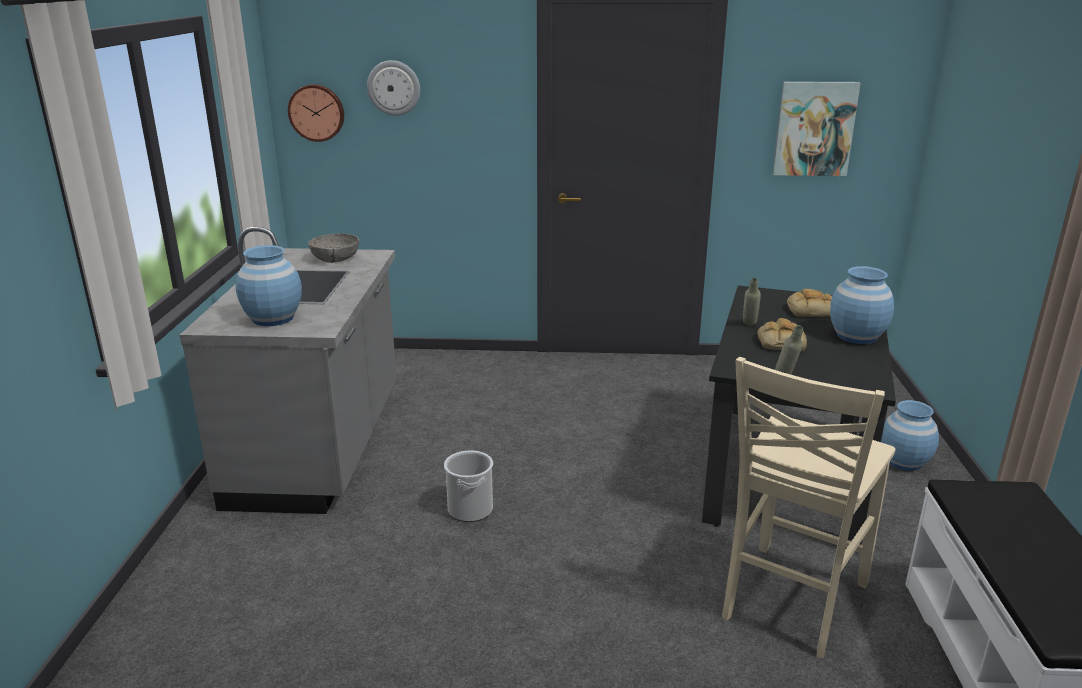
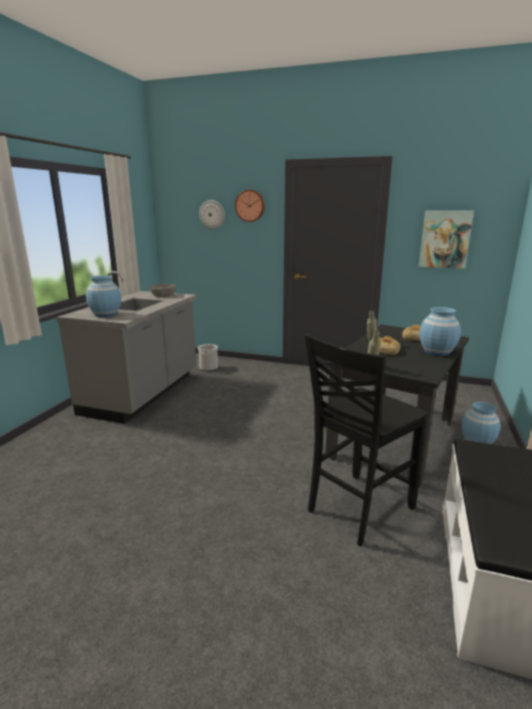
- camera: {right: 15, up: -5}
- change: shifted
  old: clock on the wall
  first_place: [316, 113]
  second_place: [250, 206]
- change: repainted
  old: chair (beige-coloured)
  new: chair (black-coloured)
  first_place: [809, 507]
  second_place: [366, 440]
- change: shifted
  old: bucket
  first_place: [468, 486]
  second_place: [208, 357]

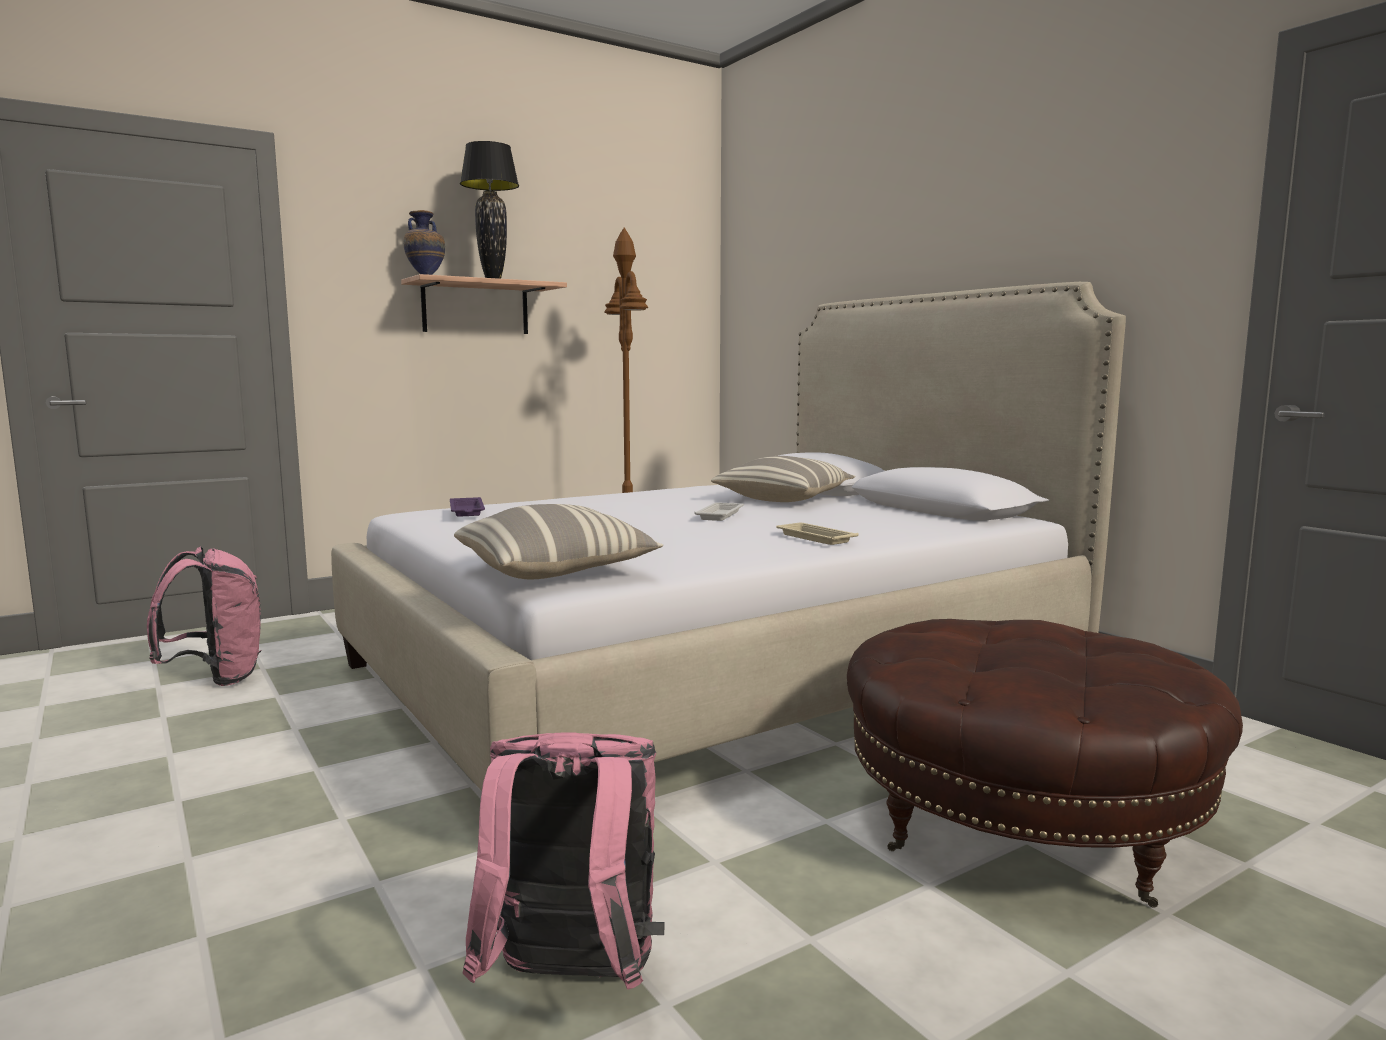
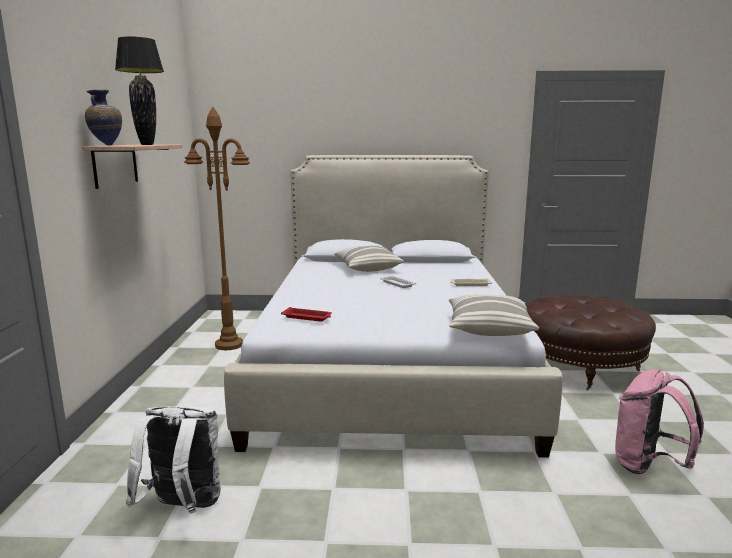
- camera: {right: -55, up: 5}
- change: repainted
  old: serving tray (purple)
  new: serving tray (reddish)
  first_place: [467, 507]
  second_place: [306, 314]
- change: repainted
  old: rucksack (pink)
  new: rucksack (white-coloured)
  first_place: [204, 616]
  second_place: [173, 460]

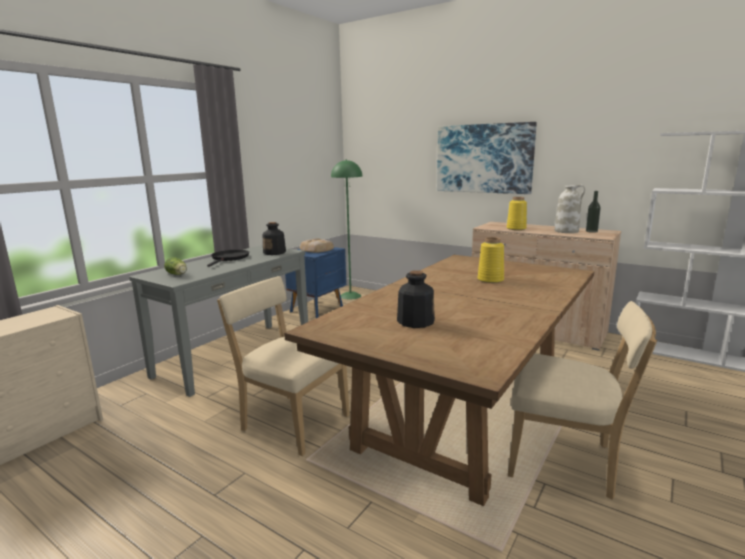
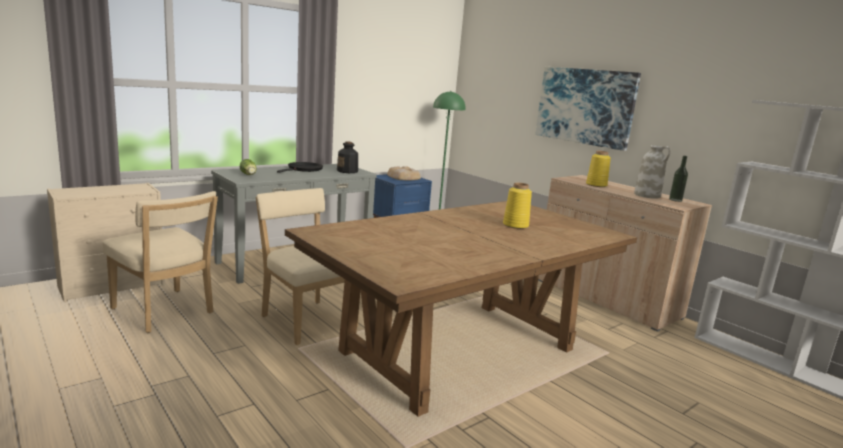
- camera: {right: 15, up: 0}
- change: gone
  old: bottle
  first_place: [416, 299]
- change: shifted
  old: chair (beige-coloured)
  first_place: [582, 400]
  second_place: [160, 262]

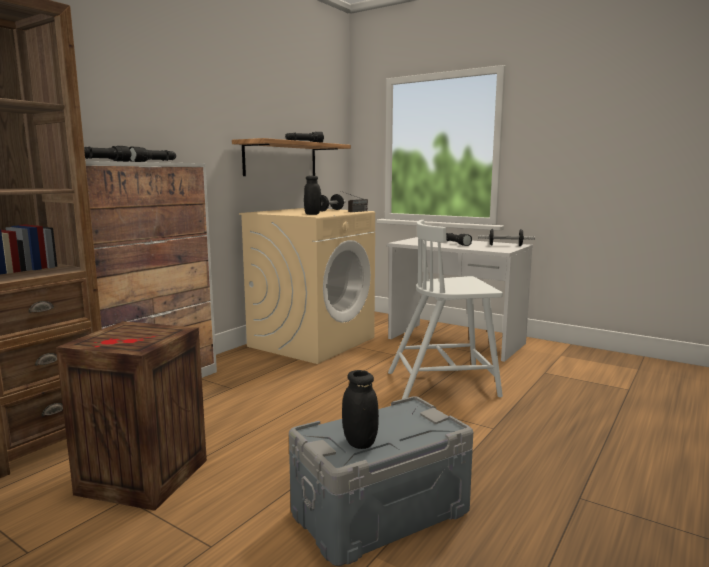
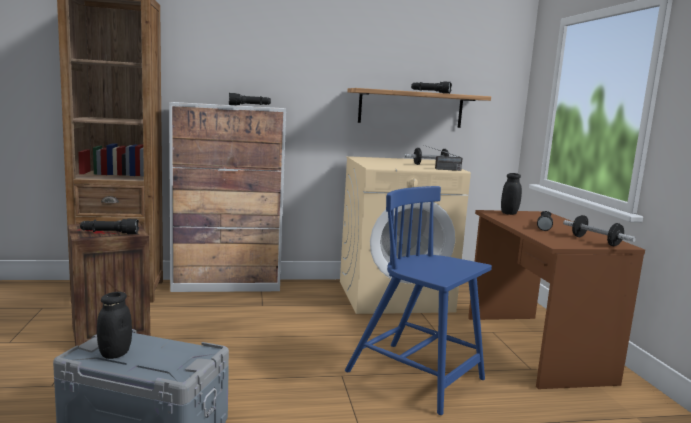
- camera: {right: 45, up: 0}
- change: shifted
  old: hand torch (black-coloured)
  first_place: [108, 154]
  second_place: [109, 226]
- change: shifted
  old: storage jar (black-coloured)
  first_place: [312, 195]
  second_place: [511, 194]
- change: repainted
  old: chair (white-coloured)
  new: chair (blue)
  first_place: [445, 309]
  second_place: [418, 300]
- change: repainted
  old: desk table (white-coloured)
  new: desk table (brownish)
  first_place: [460, 299]
  second_place: [556, 299]

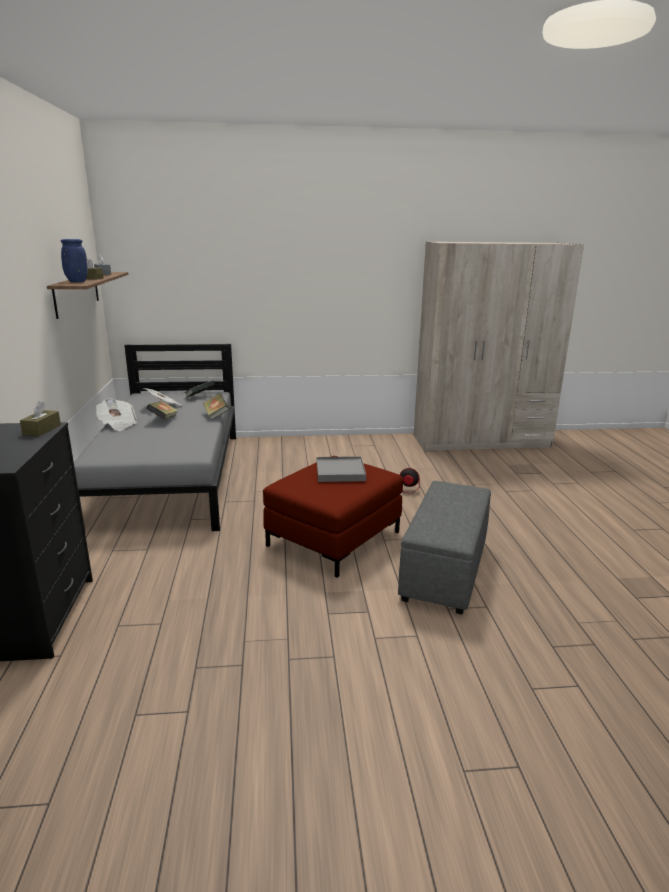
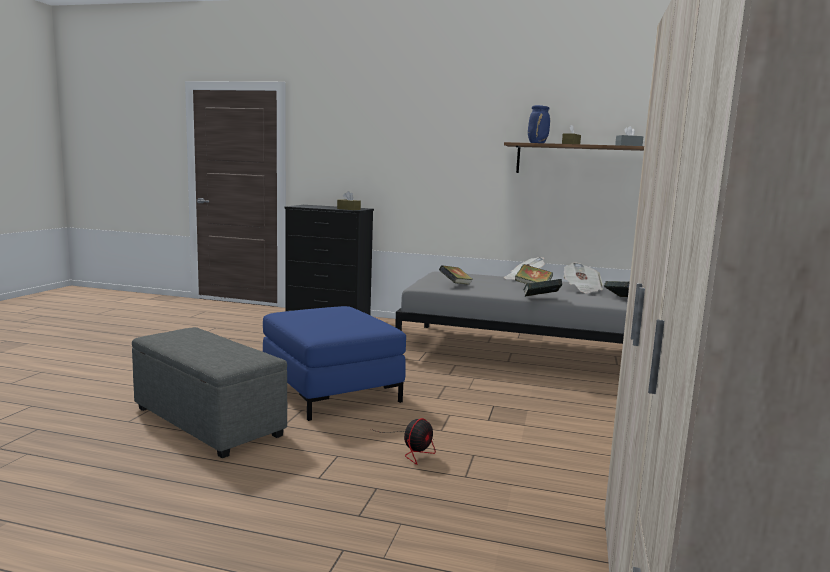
- camera: {right: 110, up: -10}
- change: repainted
  old: pouffe (reddish)
  new: pouffe (blue)
  first_place: [333, 517]
  second_place: [334, 363]
- change: gone
  old: serving tray (grey)
  first_place: [341, 469]
- change: new
  new: bound book
  second_place: [456, 275]

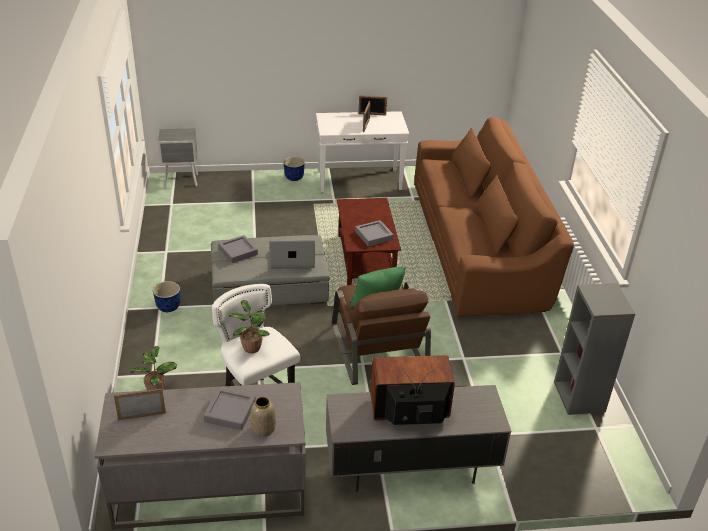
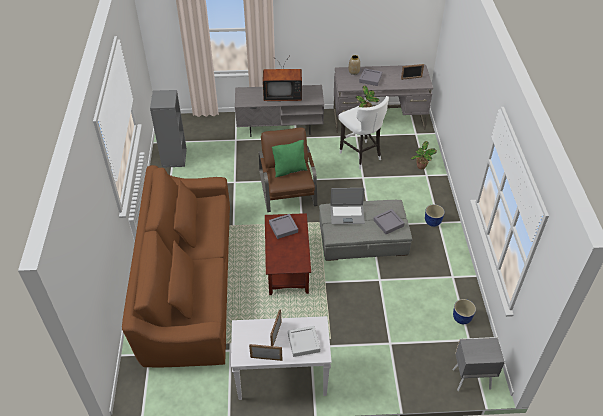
- camera: {right: -175, up: 10}
- change: shifted
  old: plant pot
  first_place: [294, 169]
  second_place: [464, 311]
- change: new
  new: serving tray (grey)
  second_place: [304, 341]

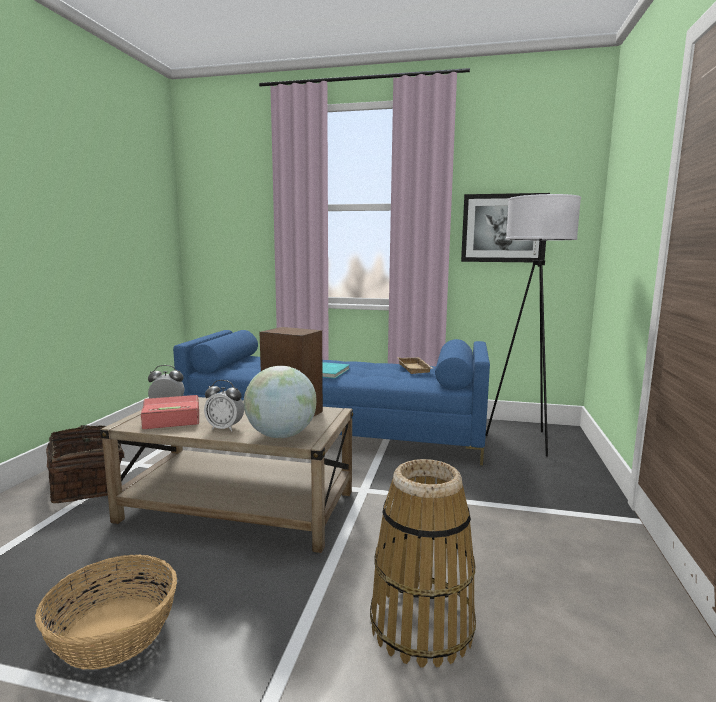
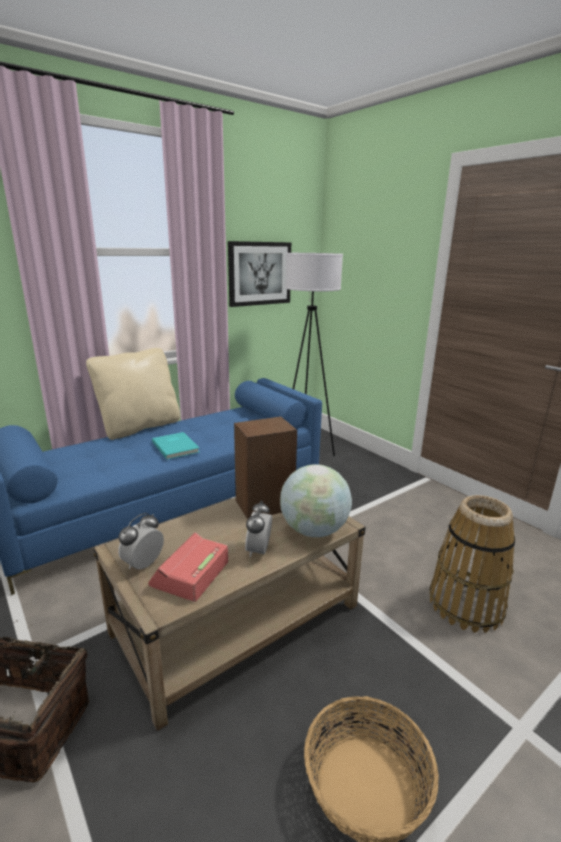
- camera: {right: -50, up: 10}
- change: gone
  old: serving tray (beige-coloured)
  first_place: [415, 365]
- change: rotated
  old: table clock
  first_place: [224, 406]
  second_place: [258, 529]
  degrees: 135
- change: new
  new: throw pillow (beige-coloured)
  second_place: [133, 394]

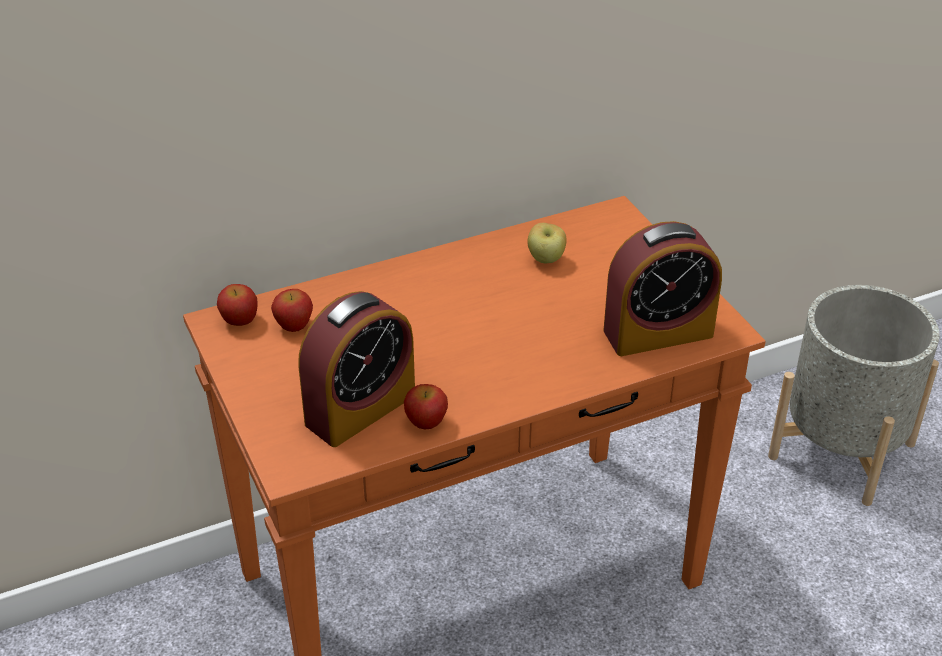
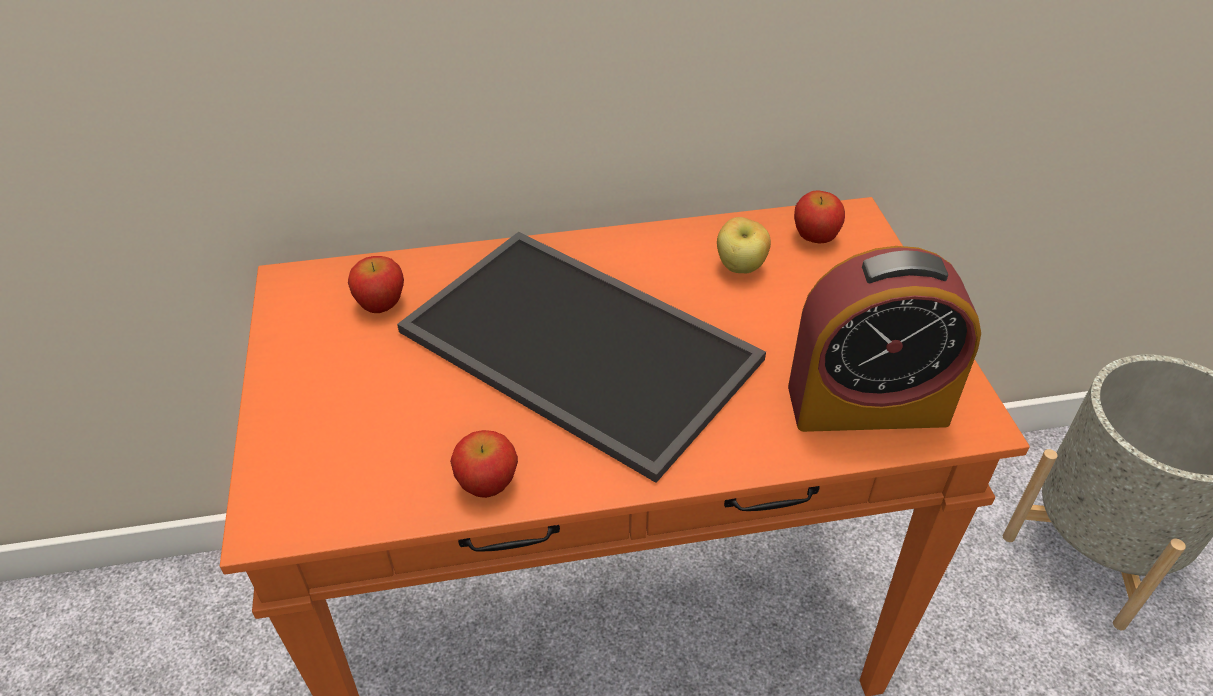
- camera: {right: 15, up: 5}
- change: shifted
  old: apple fruit
  first_place: [237, 305]
  second_place: [819, 216]
- change: gone
  old: table clock
  first_place: [356, 369]
- change: new
  new: serving tray
  second_place: [581, 357]

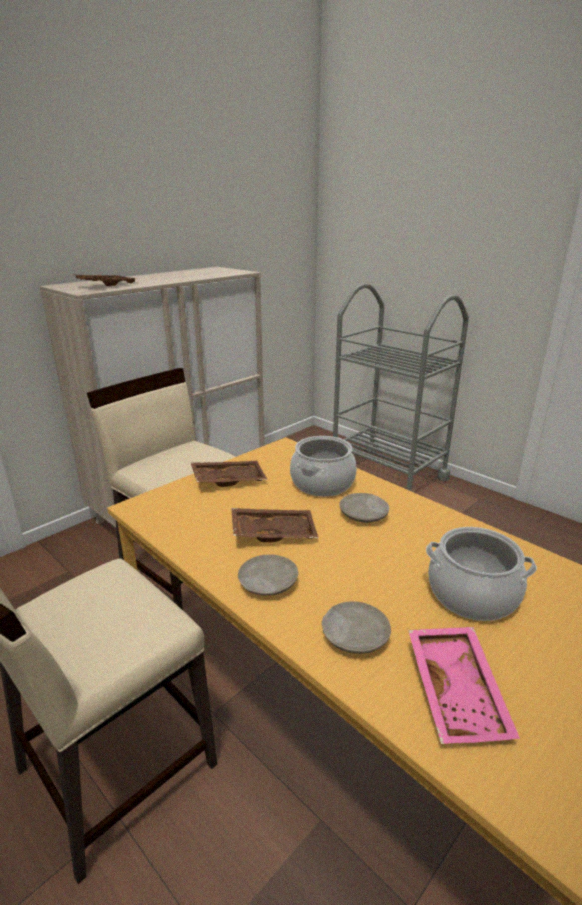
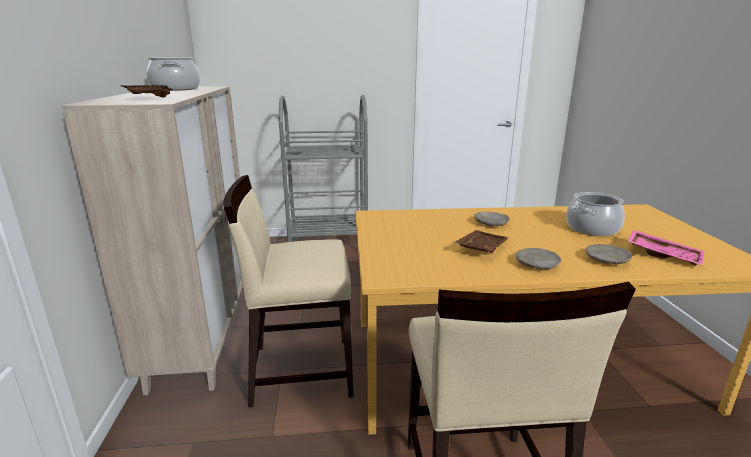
- camera: {right: -50, up: -5}
- change: shifted
  old: saucepot
  first_place: [323, 466]
  second_place: [173, 74]
- change: gone
  old: serving tray (brownish)
  first_place: [229, 474]

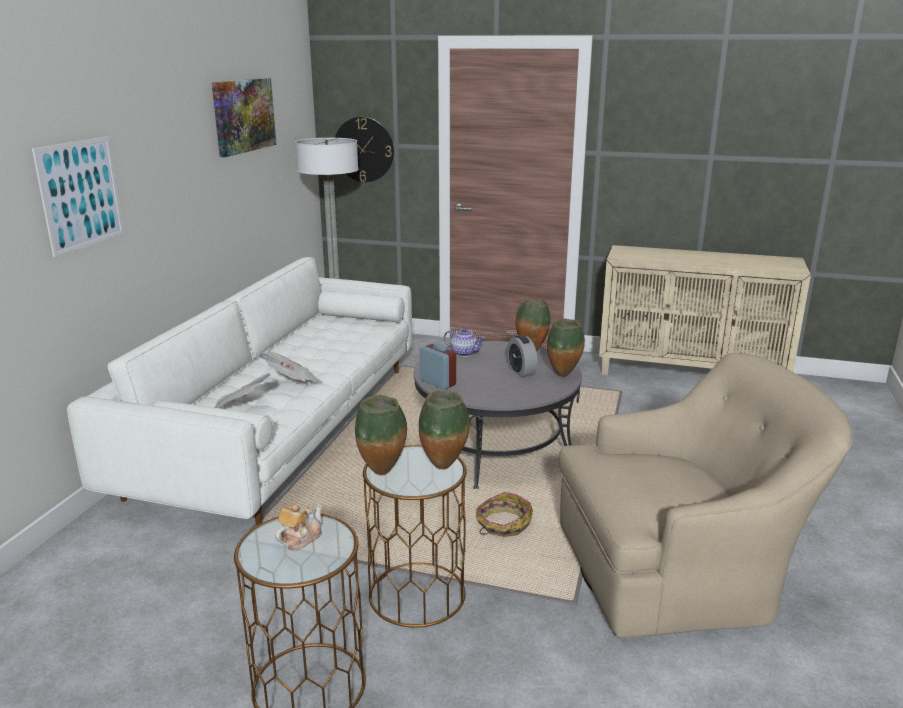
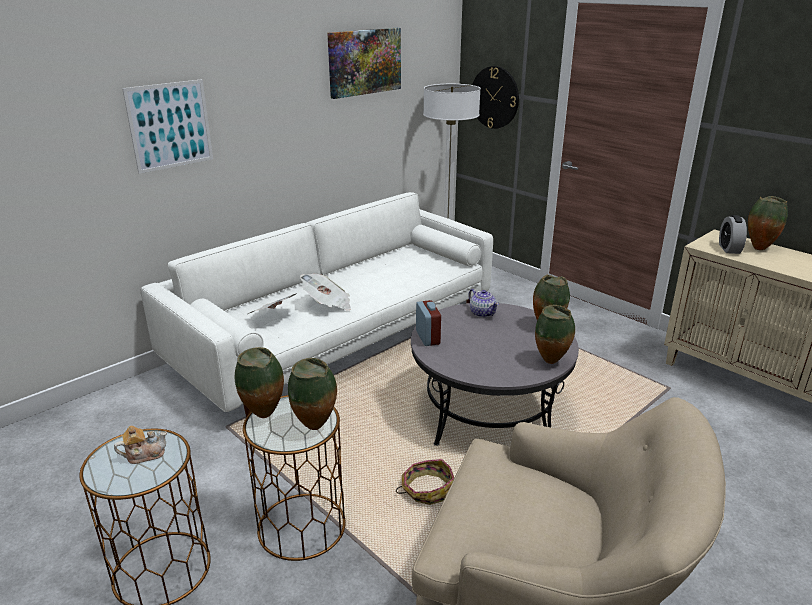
- camera: {right: 30, up: 5}
- change: shifted
  old: table clock
  first_place: [522, 356]
  second_place: [733, 234]
- change: new
  new: decorative vase
  second_place: [768, 223]

